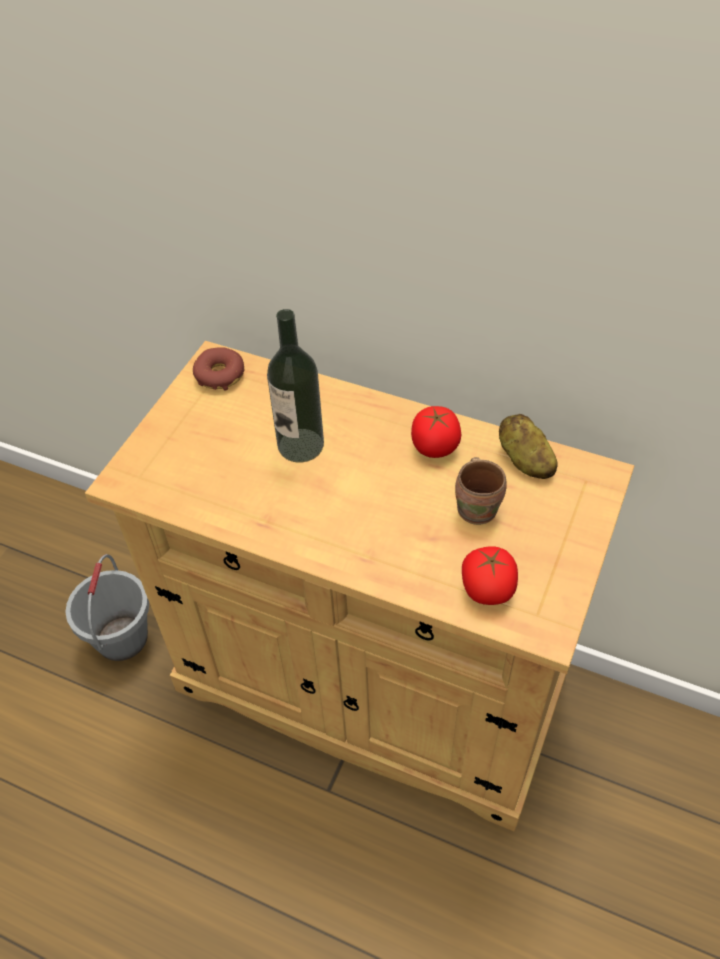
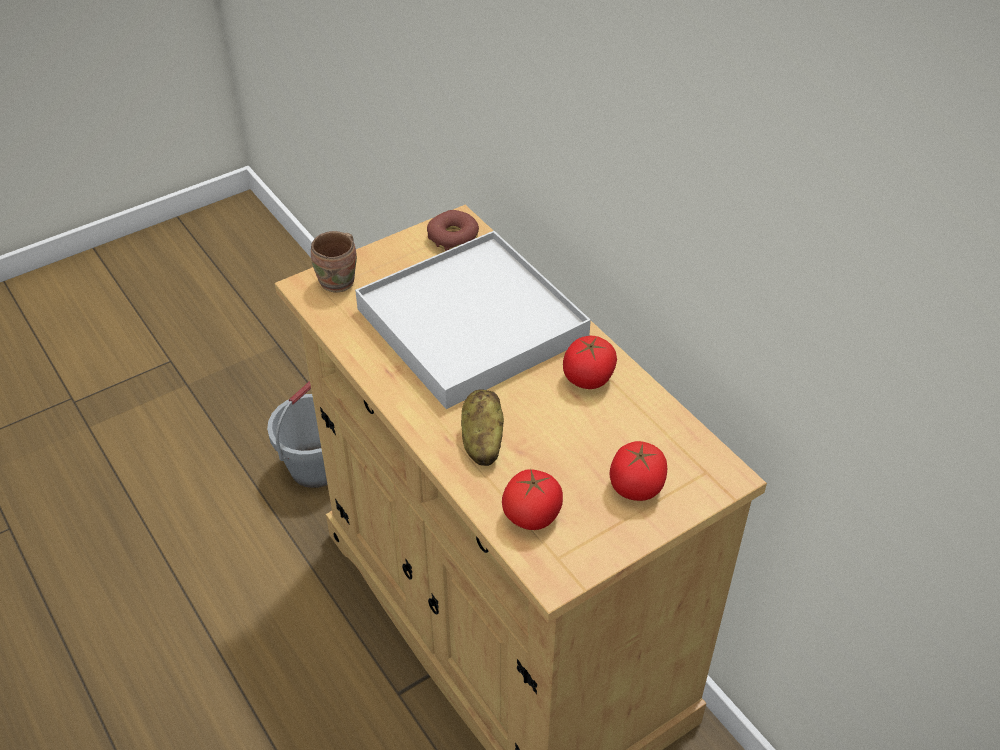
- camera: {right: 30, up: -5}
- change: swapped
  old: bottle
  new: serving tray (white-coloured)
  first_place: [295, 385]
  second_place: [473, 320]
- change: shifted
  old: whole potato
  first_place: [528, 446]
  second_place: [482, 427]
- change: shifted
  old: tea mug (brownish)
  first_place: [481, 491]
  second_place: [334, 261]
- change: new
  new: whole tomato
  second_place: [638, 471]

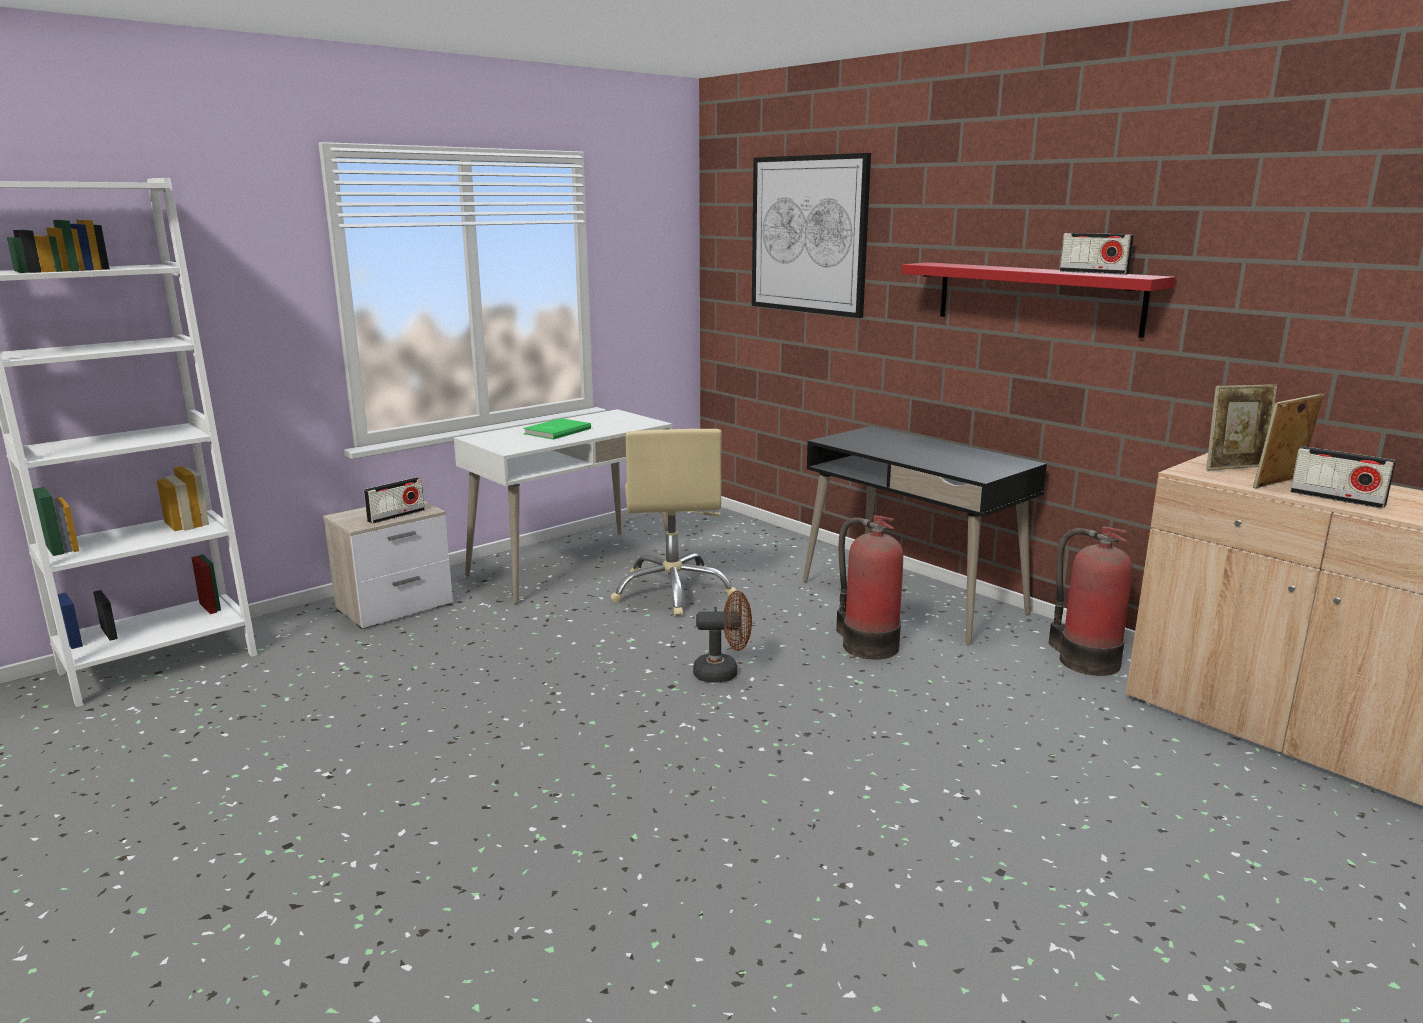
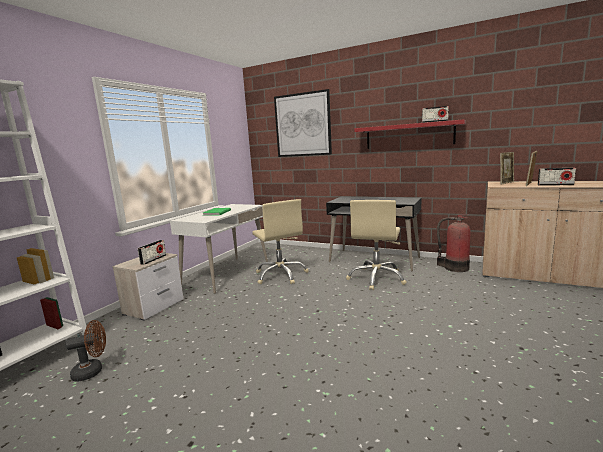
- camera: {right: -20, up: -5}
- change: swapped
  old: fire-fighting cylinder
  new: computer chair (beige-coloured)
  first_place: [869, 587]
  second_place: [376, 245]
- change: shifted
  old: cooling fan (brownish)
  first_place: [722, 637]
  second_place: [85, 351]

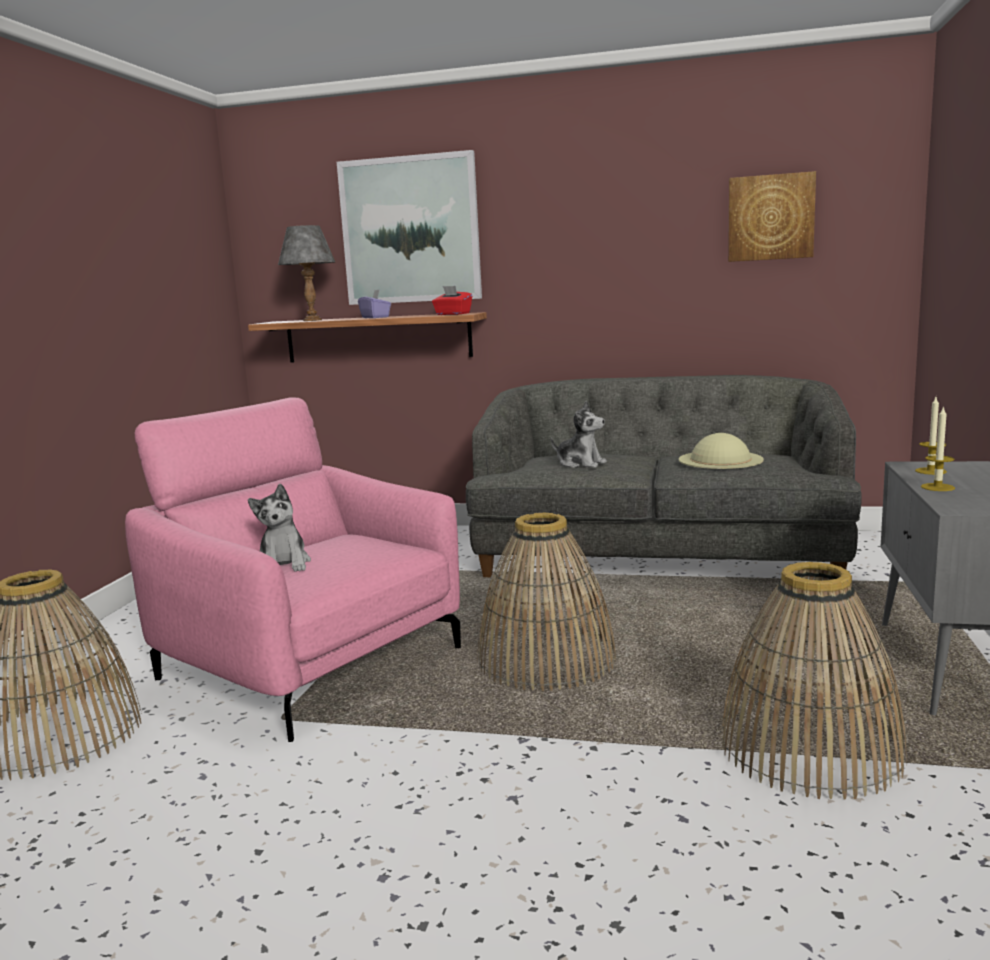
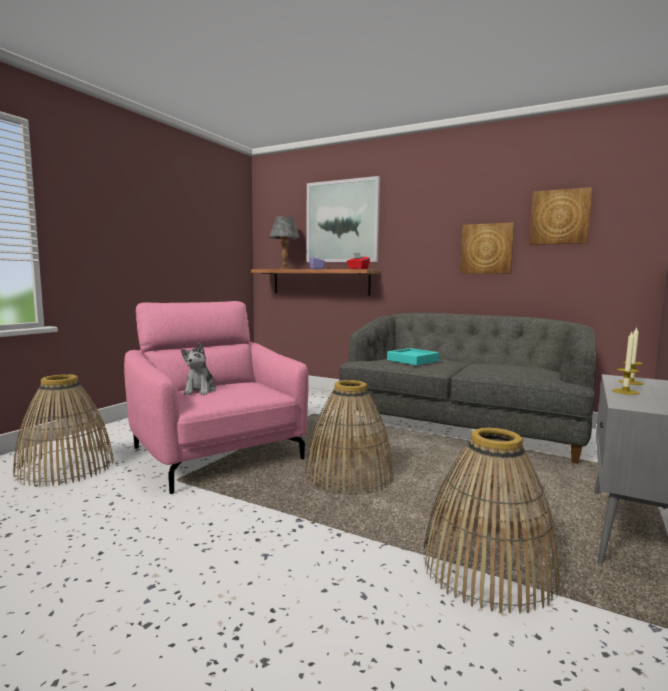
- camera: {right: 15, up: -5}
- change: swapped
  old: plush toy
  new: serving tray (turquoise)
  first_place: [579, 434]
  second_place: [413, 356]
- change: gone
  old: hat (beige-coloured)
  first_place: [721, 451]
- change: new
  new: picture
  second_place: [487, 248]

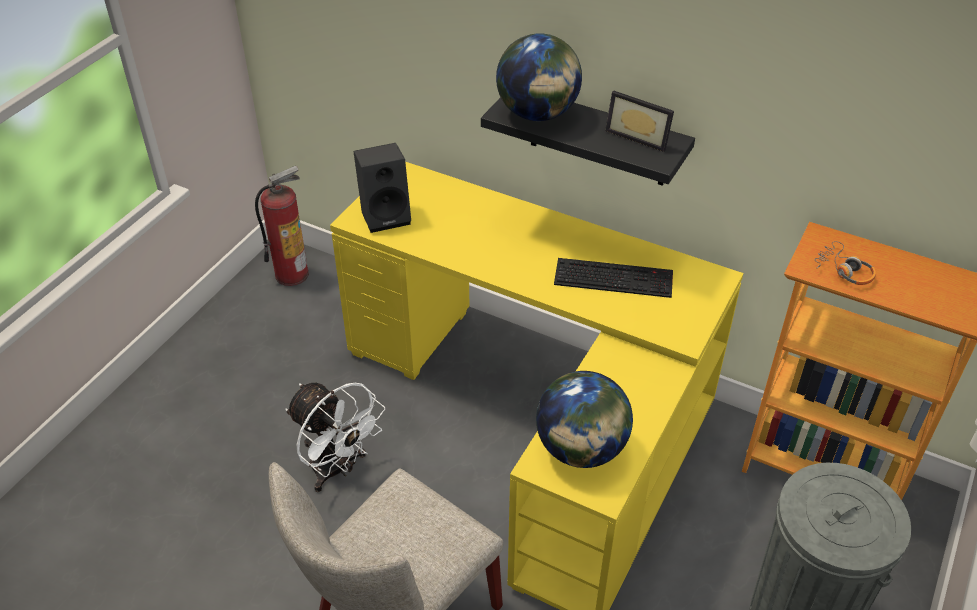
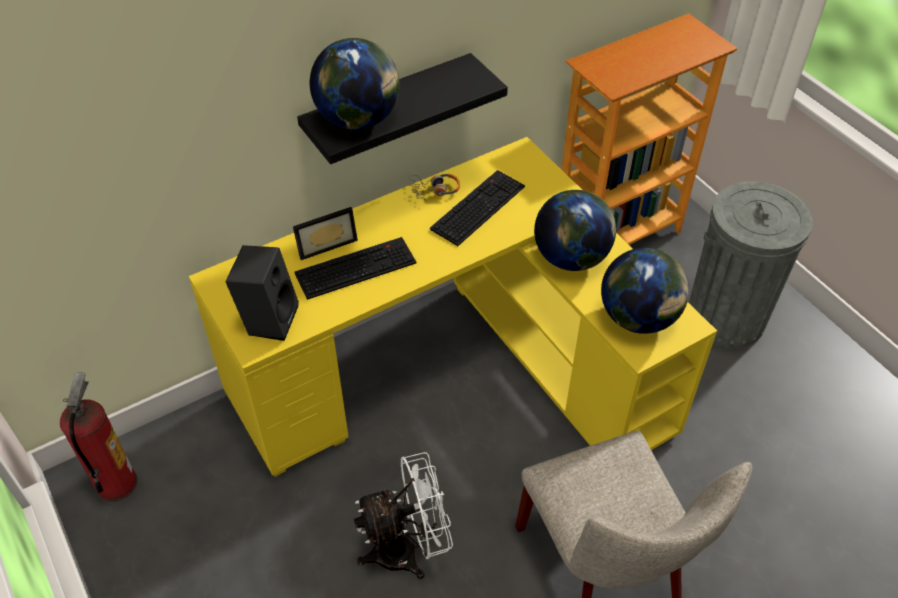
- camera: {right: -60, up: 5}
- change: shifted
  old: photo frame
  first_place: [639, 121]
  second_place: [325, 233]
- change: shifted
  old: pair of headphones
  first_place: [845, 263]
  second_place: [434, 188]
- change: new
  new: desk globe
  second_place: [575, 230]
- change: new
  new: computer keyboard
  second_place: [355, 268]

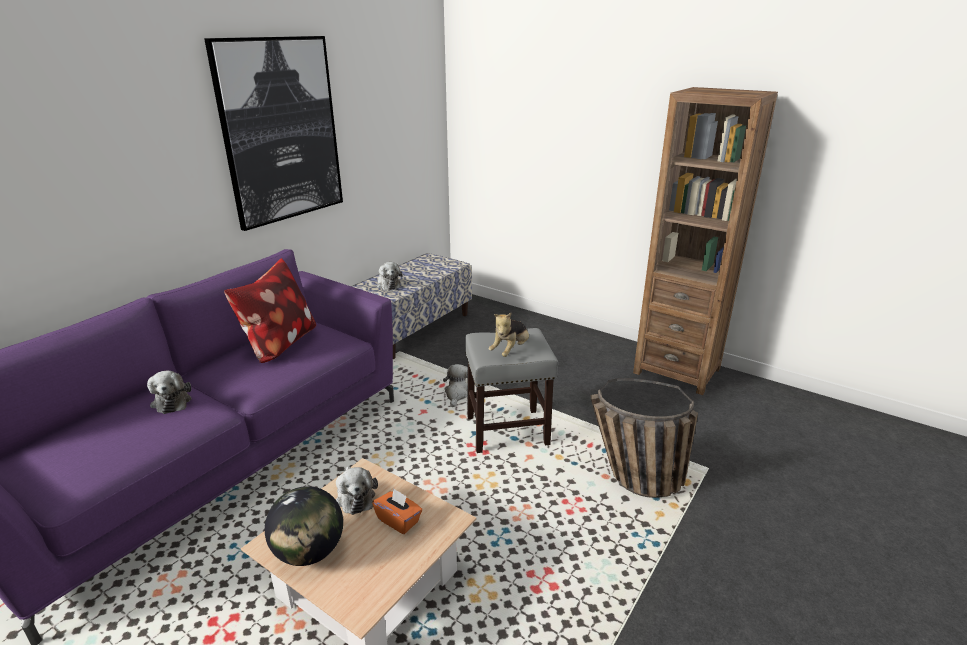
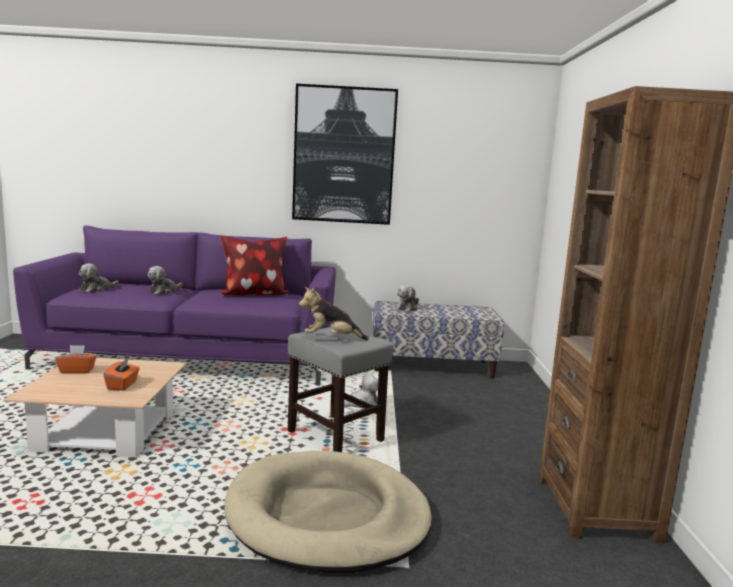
- camera: {right: 55, up: -15}
- change: swapped
  old: household basket
  new: pet bed (beige-coloured)
  first_place: [644, 438]
  second_place: [328, 512]
- change: shifted
  old: plush toy
  first_place: [357, 490]
  second_place: [99, 278]
- change: swapped
  old: desk globe
  new: tissue holder (orangey)
  first_place: [304, 526]
  second_place: [76, 359]

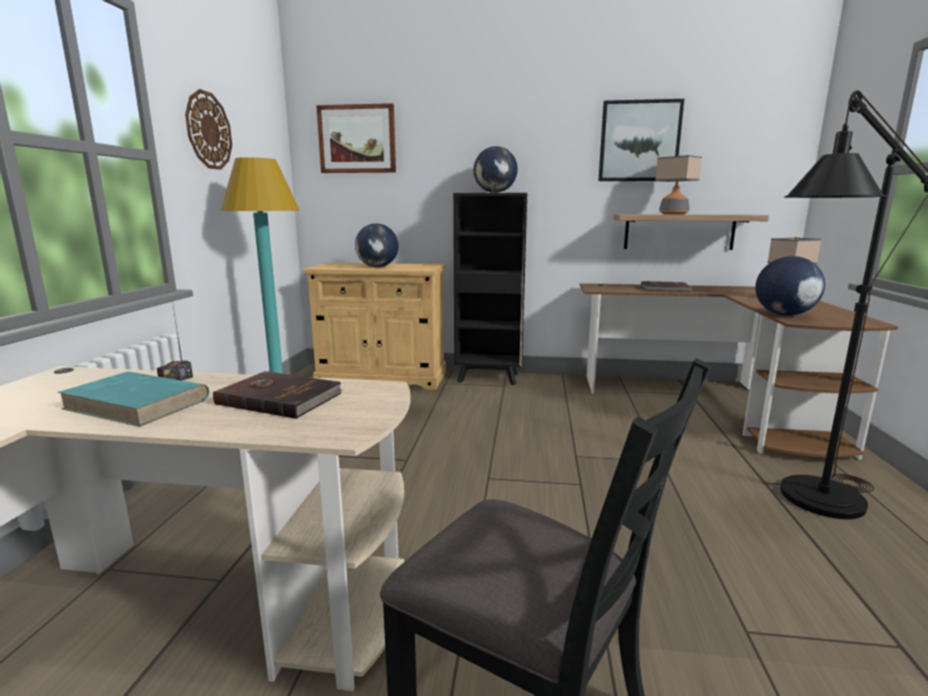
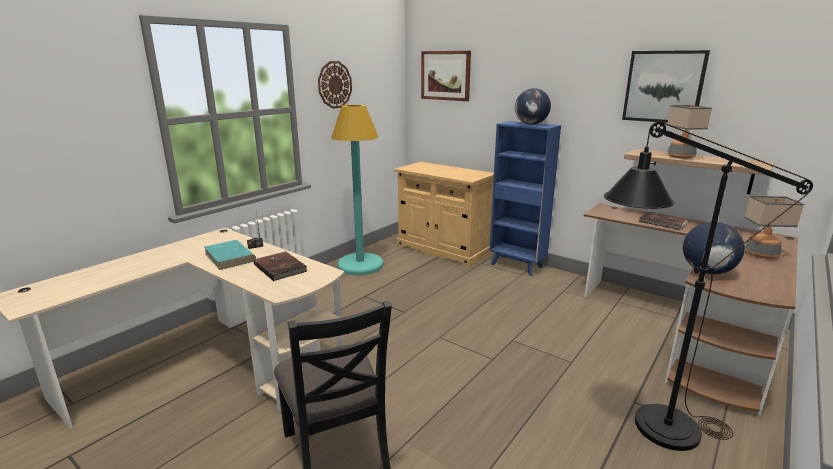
- camera: {right: 30, up: 5}
- change: repainted
  old: bookshelf (black-coloured)
  new: bookshelf (blue)
  first_place: [490, 289]
  second_place: [525, 198]
- change: gone
  old: desk globe
  first_place: [377, 245]

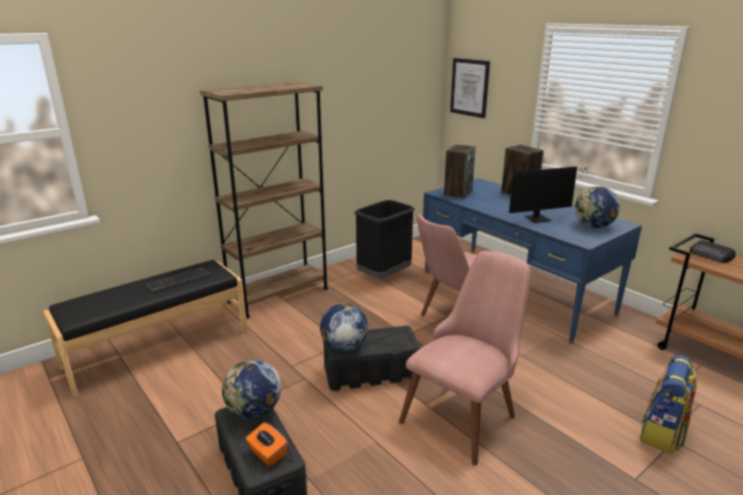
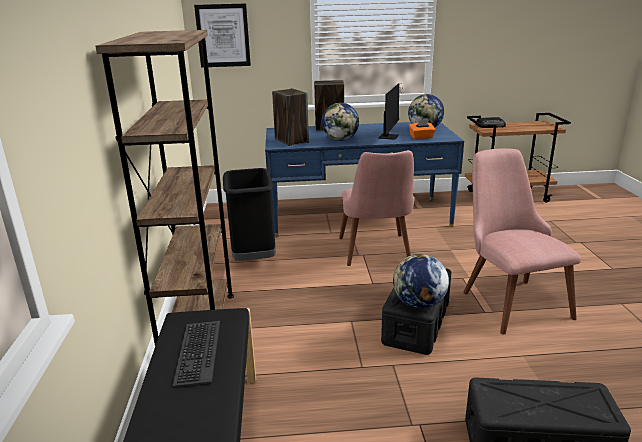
- camera: {right: -55, up: 0}
- change: gone
  old: rucksack
  first_place: [669, 404]
- change: shifted
  old: desk globe
  first_place: [251, 389]
  second_place: [340, 122]
- change: shifted
  old: tissue holder (orangey)
  first_place: [267, 444]
  second_place: [422, 129]

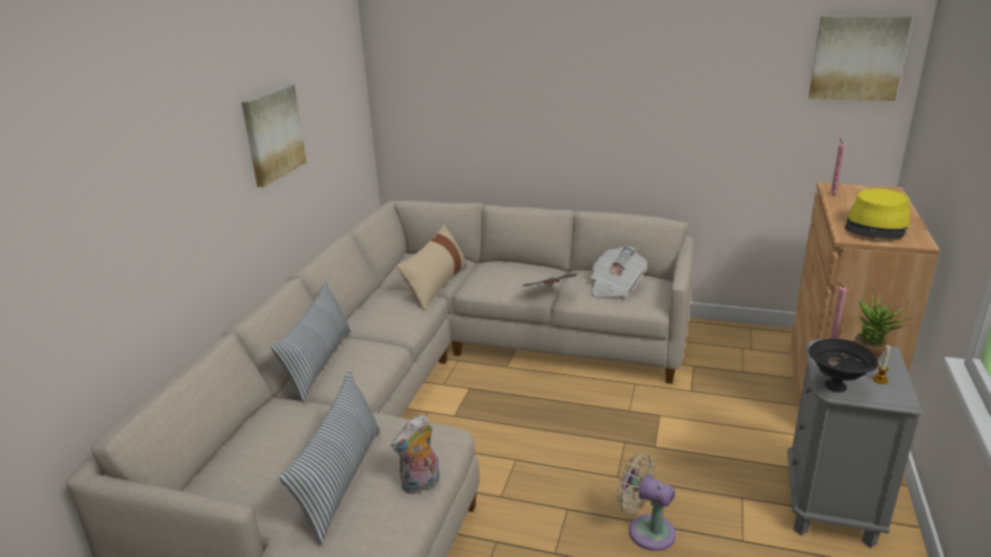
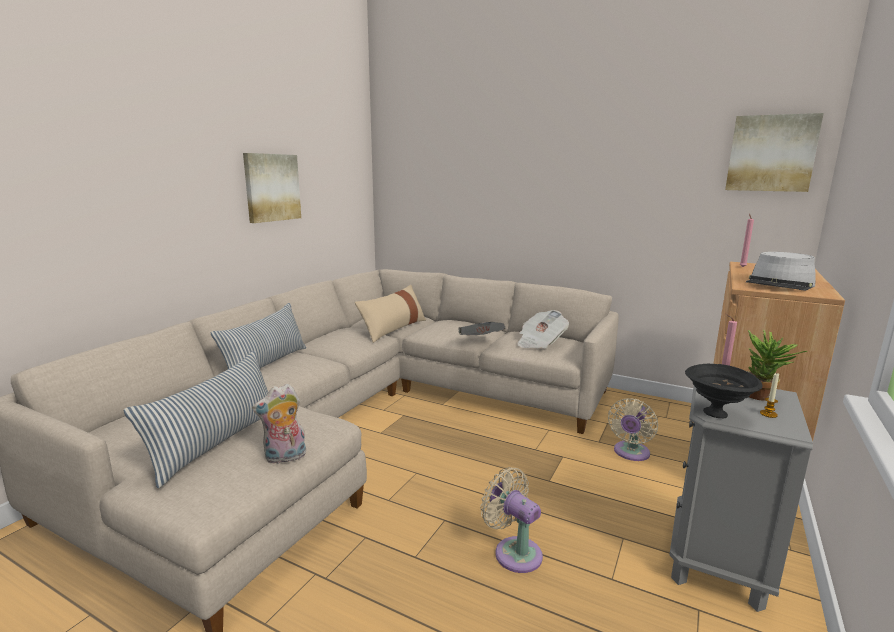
- camera: {right: 10, up: -10}
- change: repainted
  old: hat (yellow-coloured)
  new: hat (grey)
  first_place: [877, 214]
  second_place: [780, 271]
- change: new
  new: cooling fan (beige-coloured)
  second_place: [633, 429]

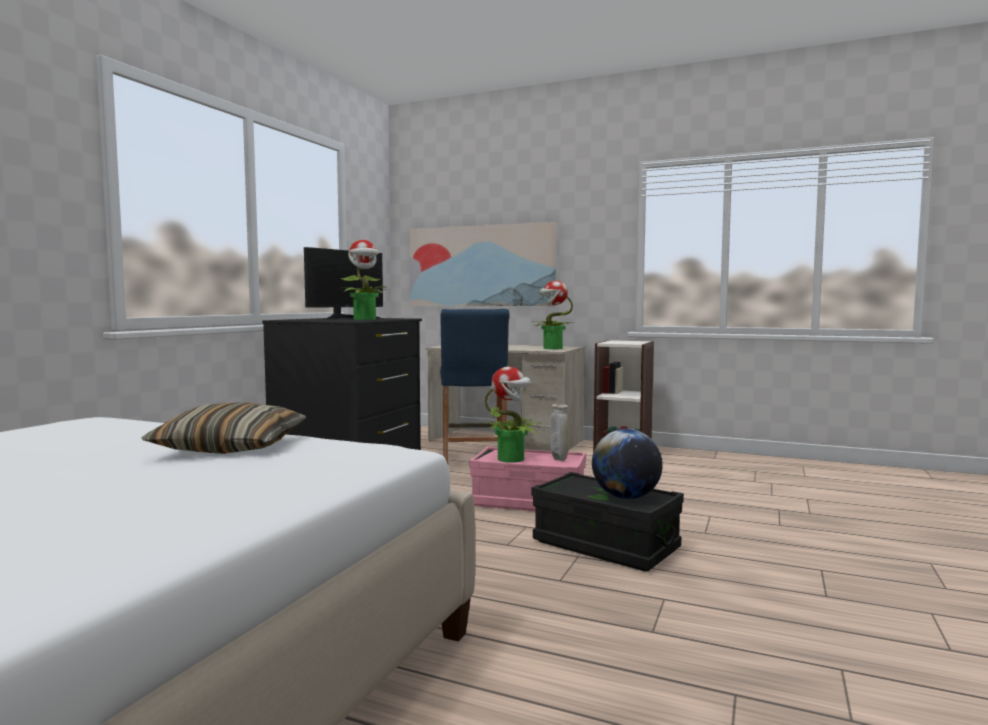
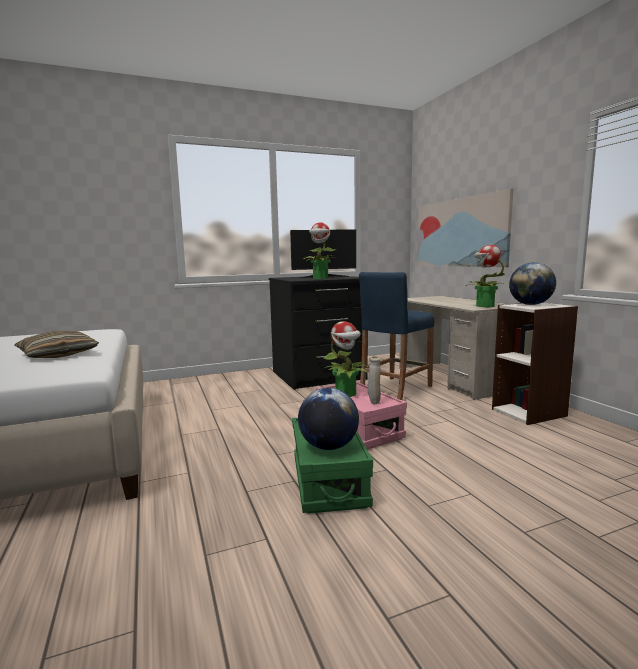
- camera: {right: 45, up: 5}
- change: repainted
  old: storage bin (black-coloured)
  new: storage bin (green)
  first_place: [607, 521]
  second_place: [332, 466]
- change: new
  new: desk globe
  second_place: [532, 283]

